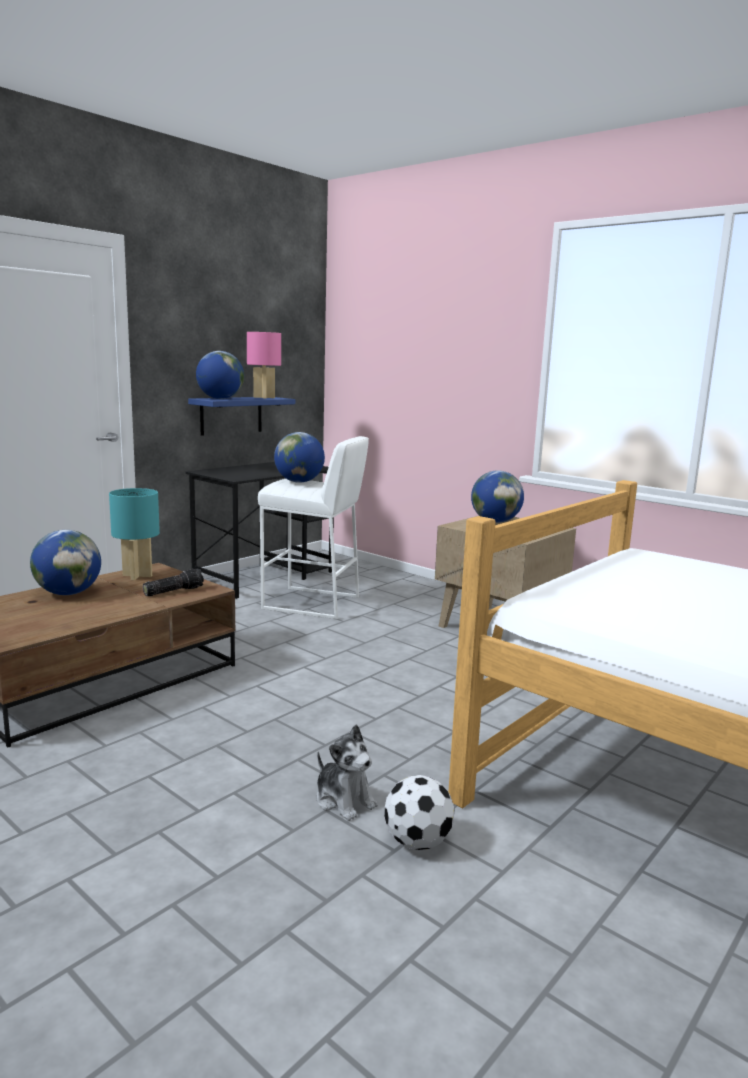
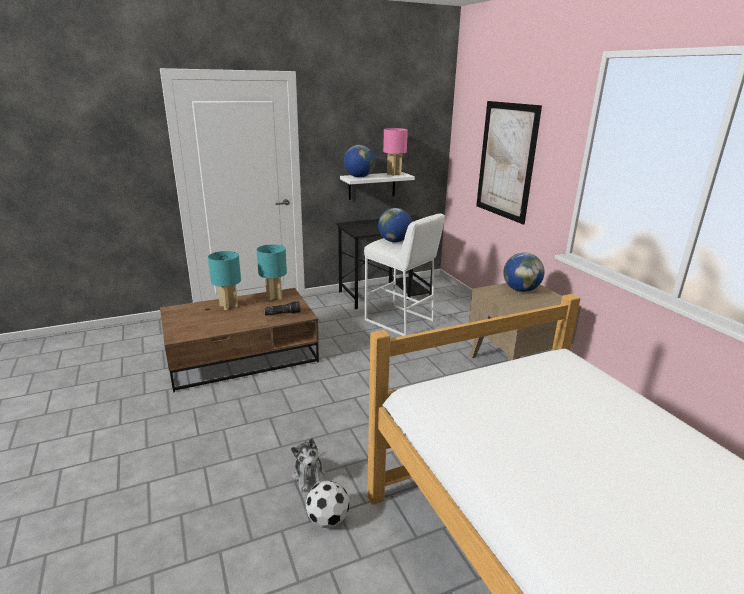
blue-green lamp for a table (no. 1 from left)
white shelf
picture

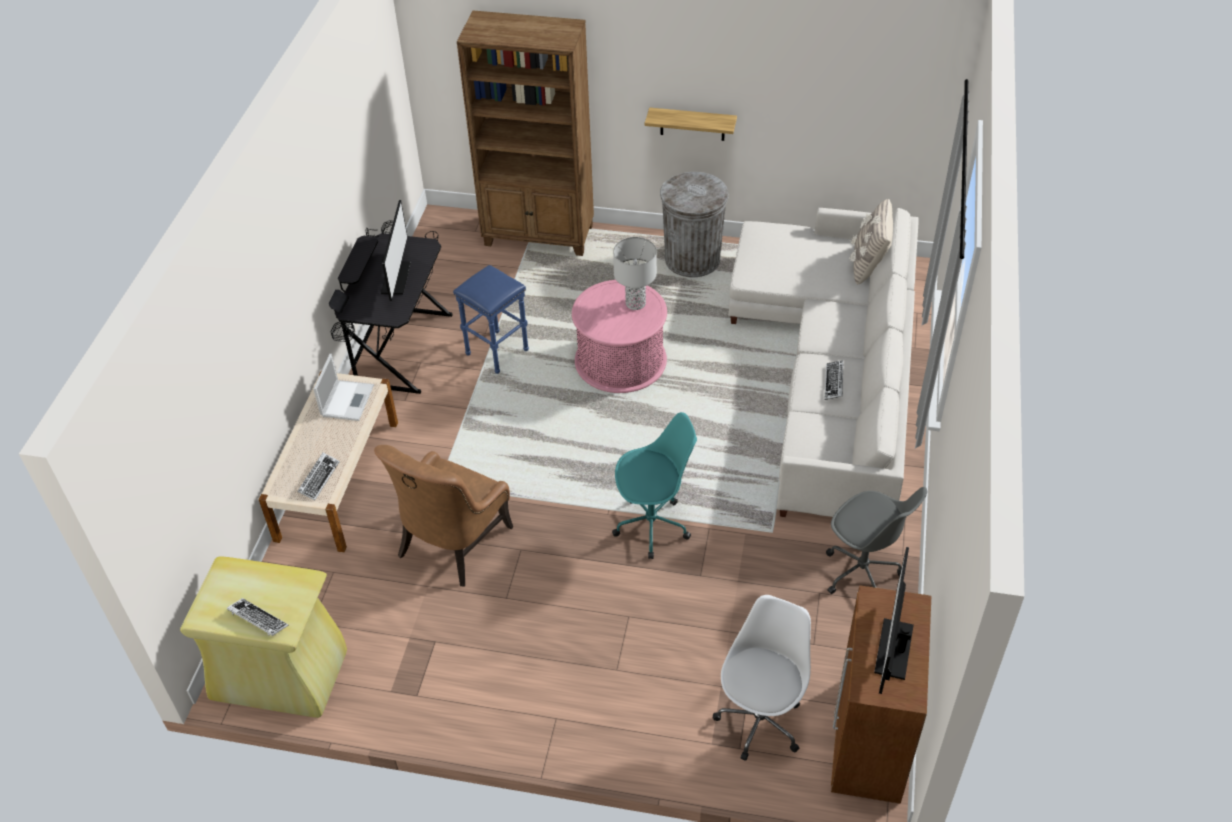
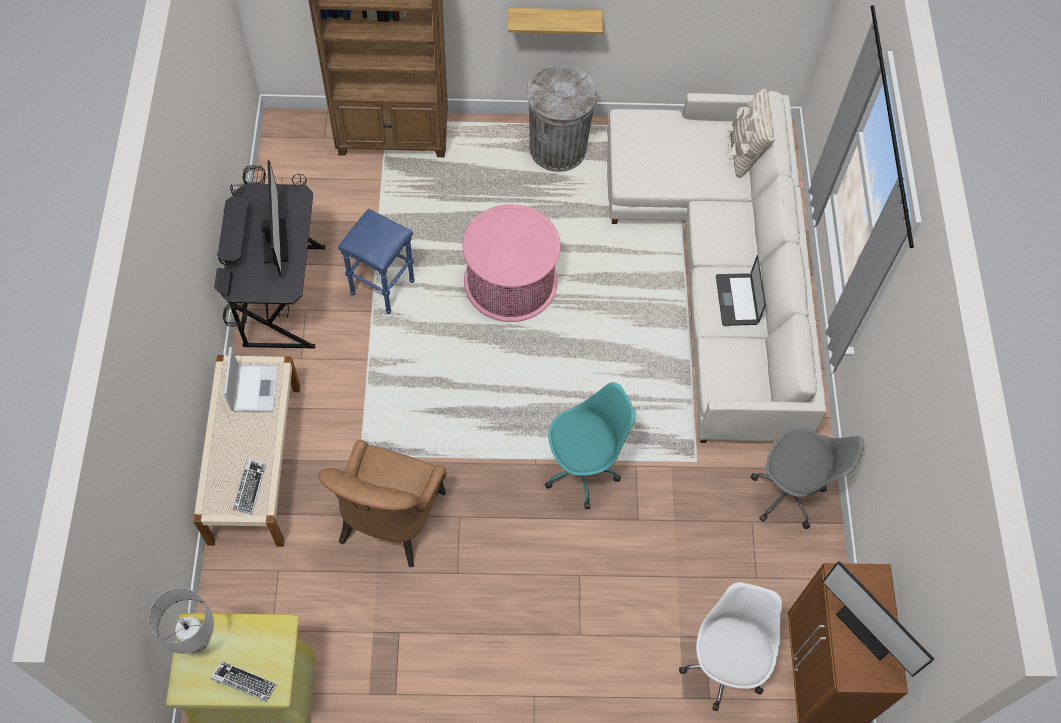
white lamp for a table
portable computer (no. 2 from left)
computer display (no. 2 from left)

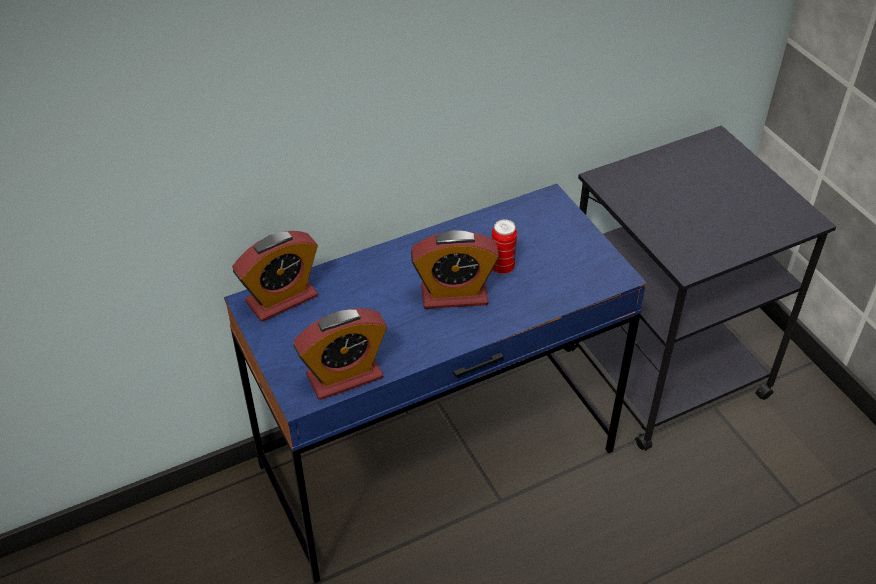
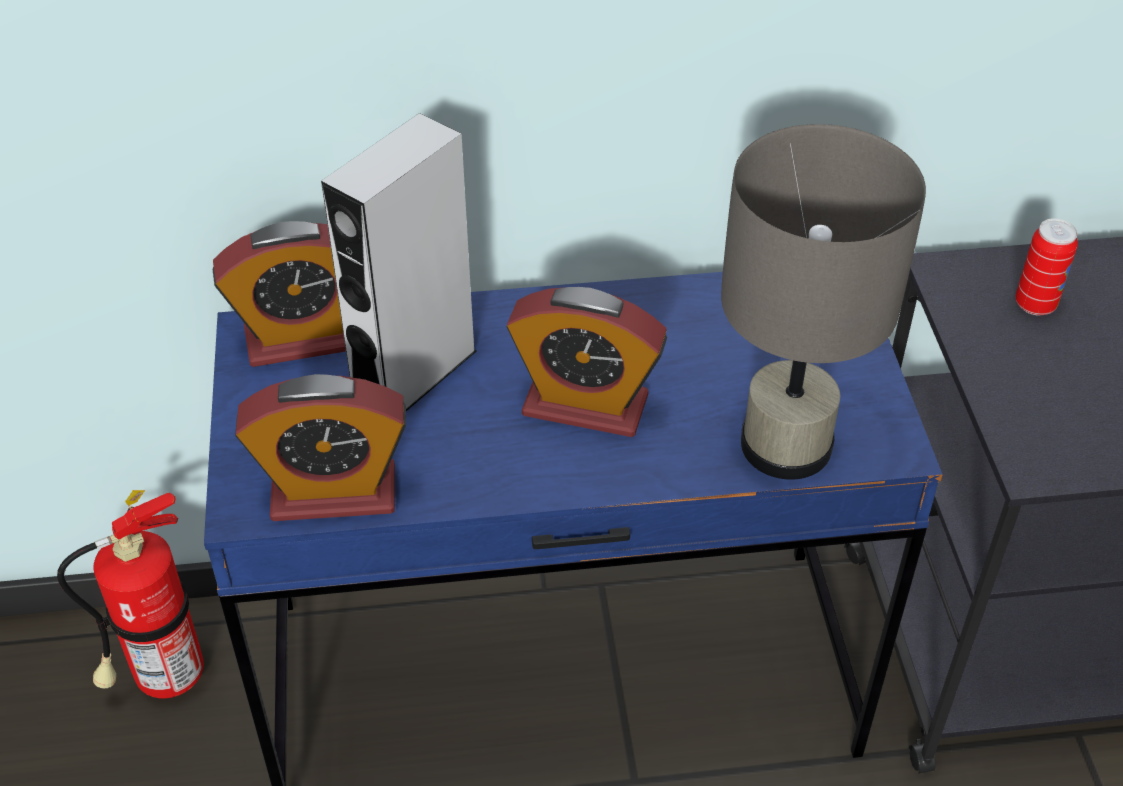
metal can
extinguisher
grey speaker
grey lamp for a table

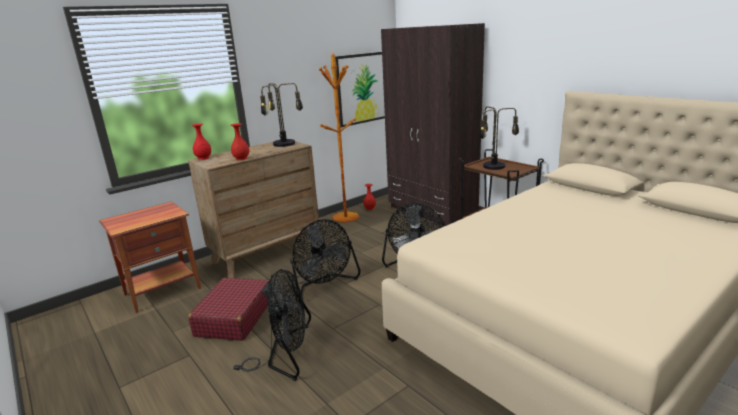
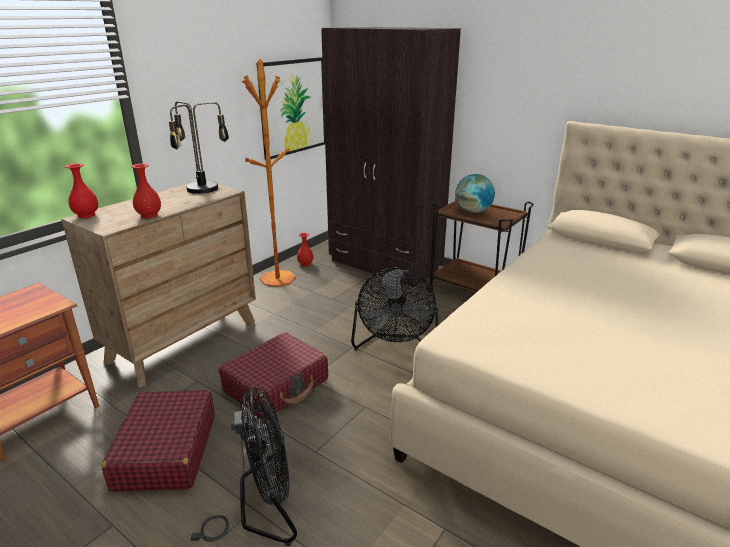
red suitcase (no. 2 from left)
globe

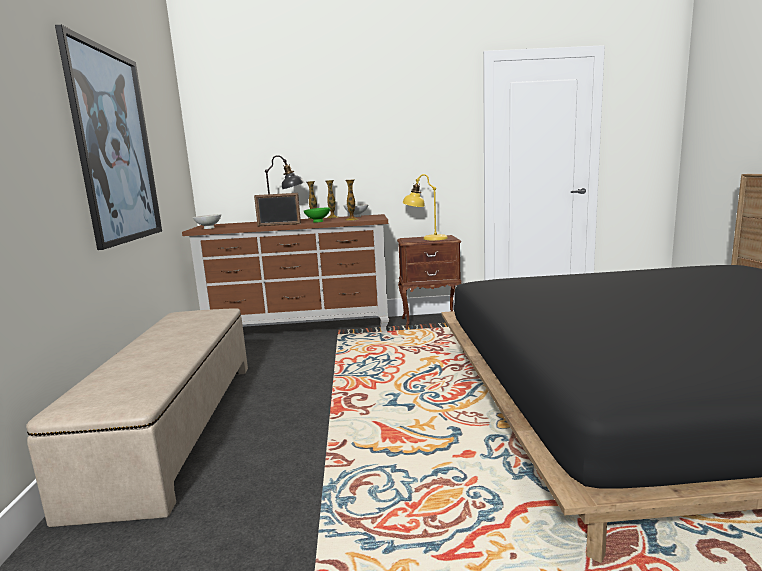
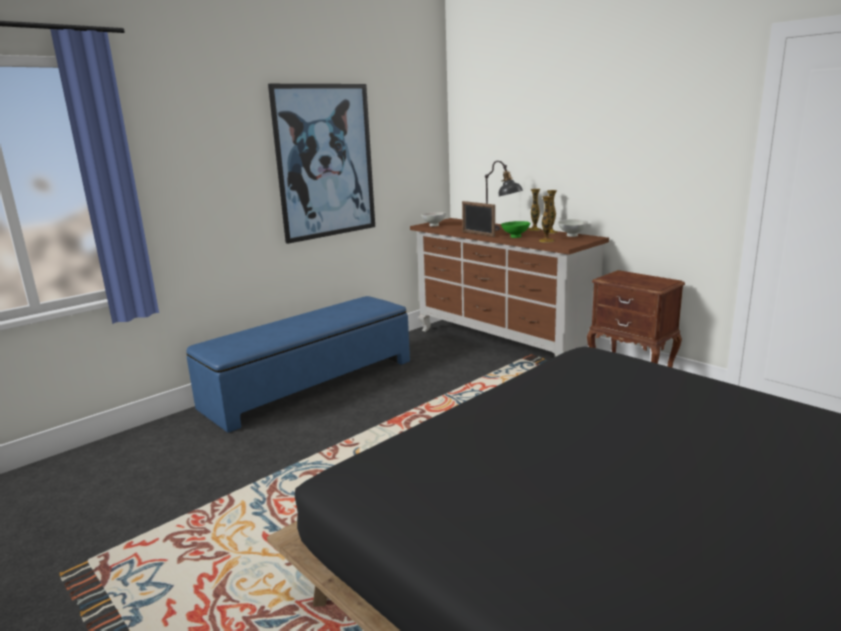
blue-coloured long seat
yellowish lamp for a table

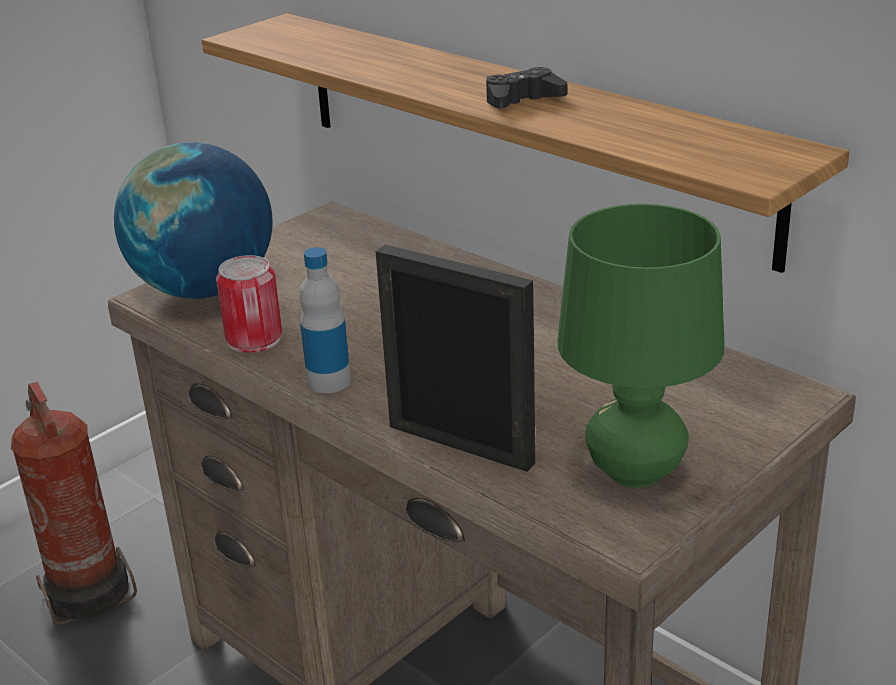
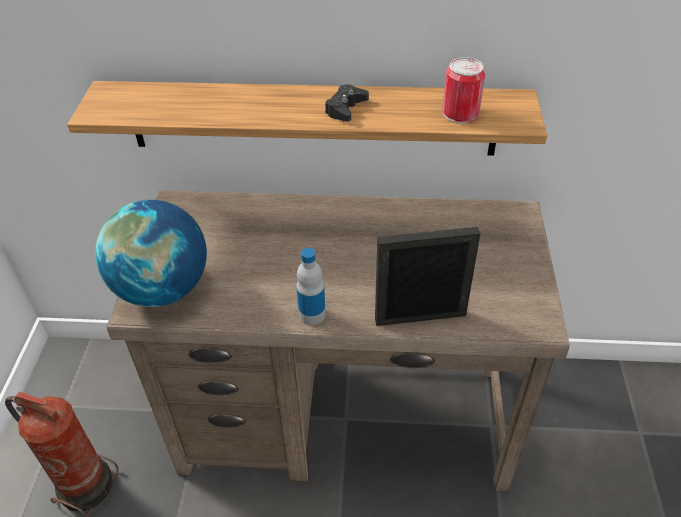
metal can
green-coloured lamp for a table

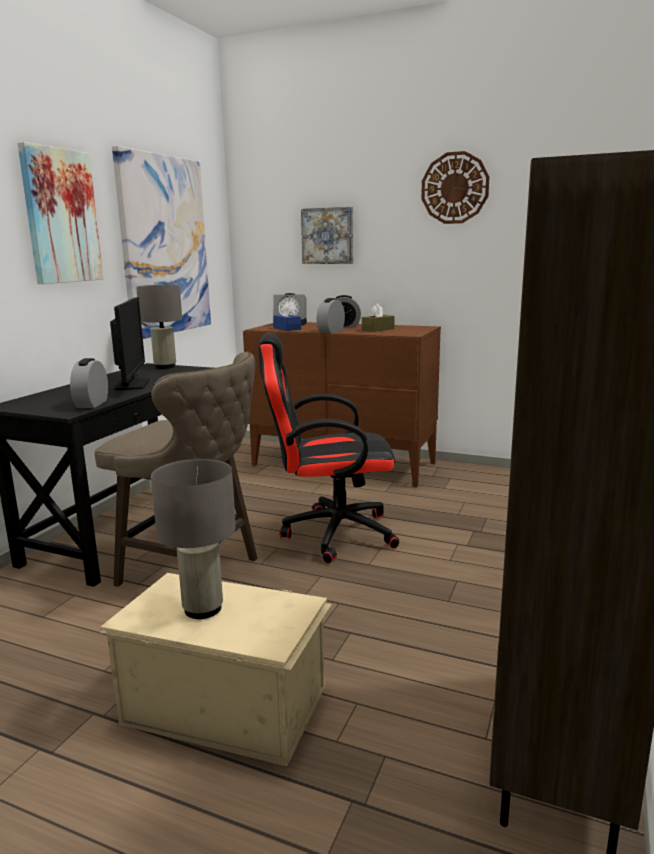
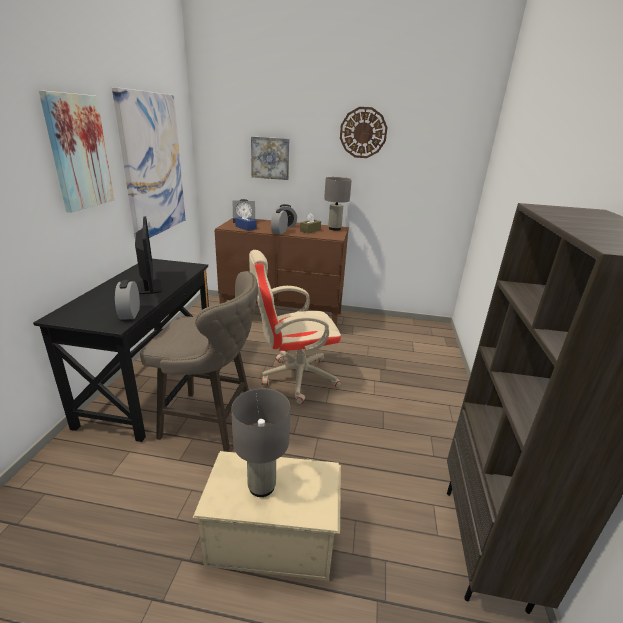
grey lamp for a table (no. 2 from left)
beige-coloured computer chair

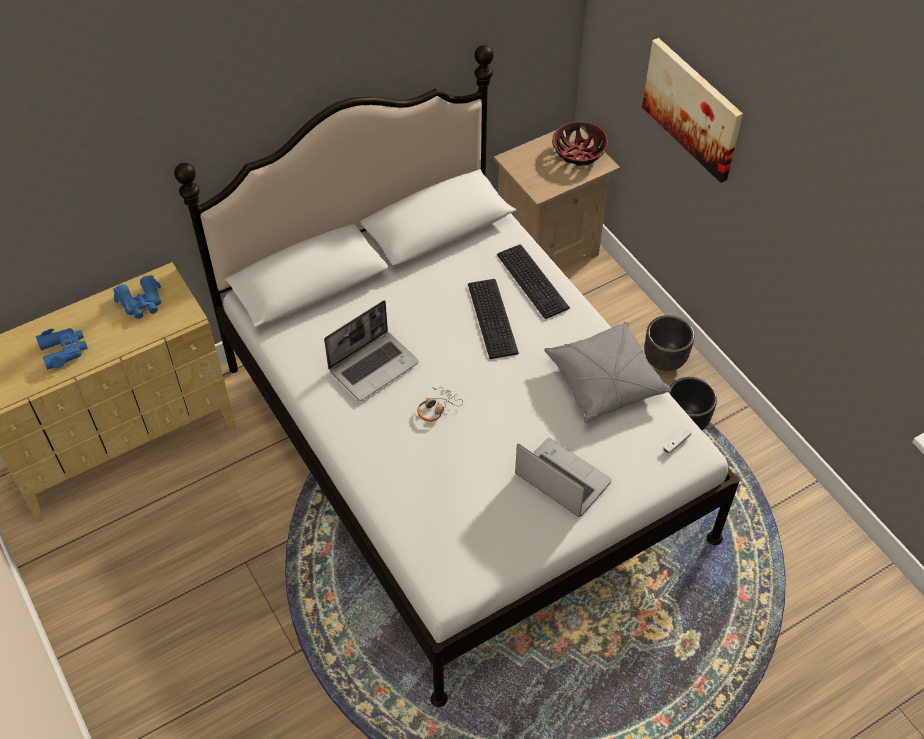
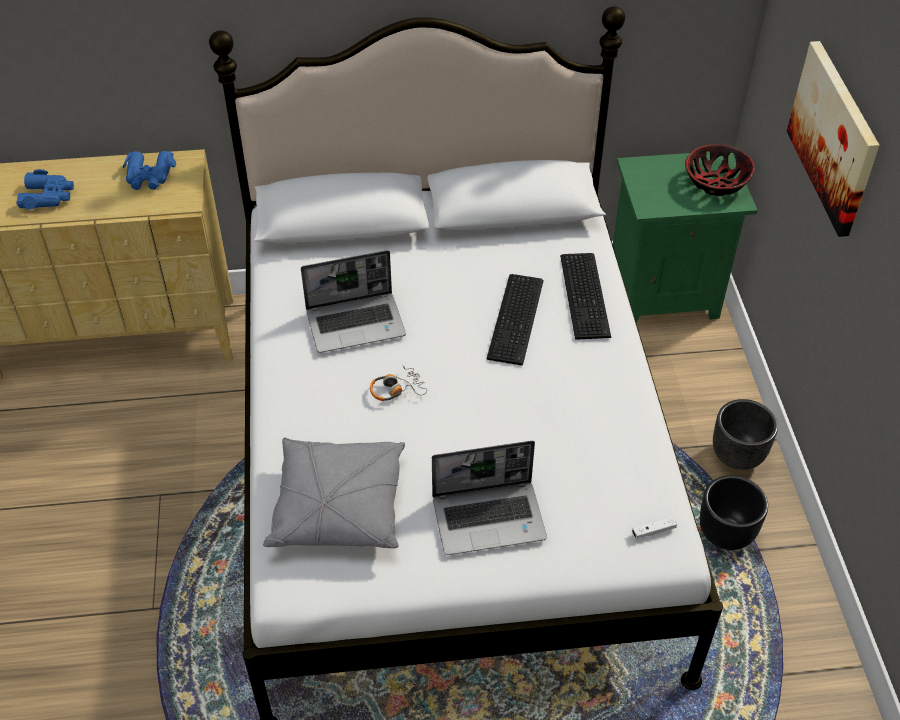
green-coloured bedside table
portable computer (no. 2 from left)
grey pillow

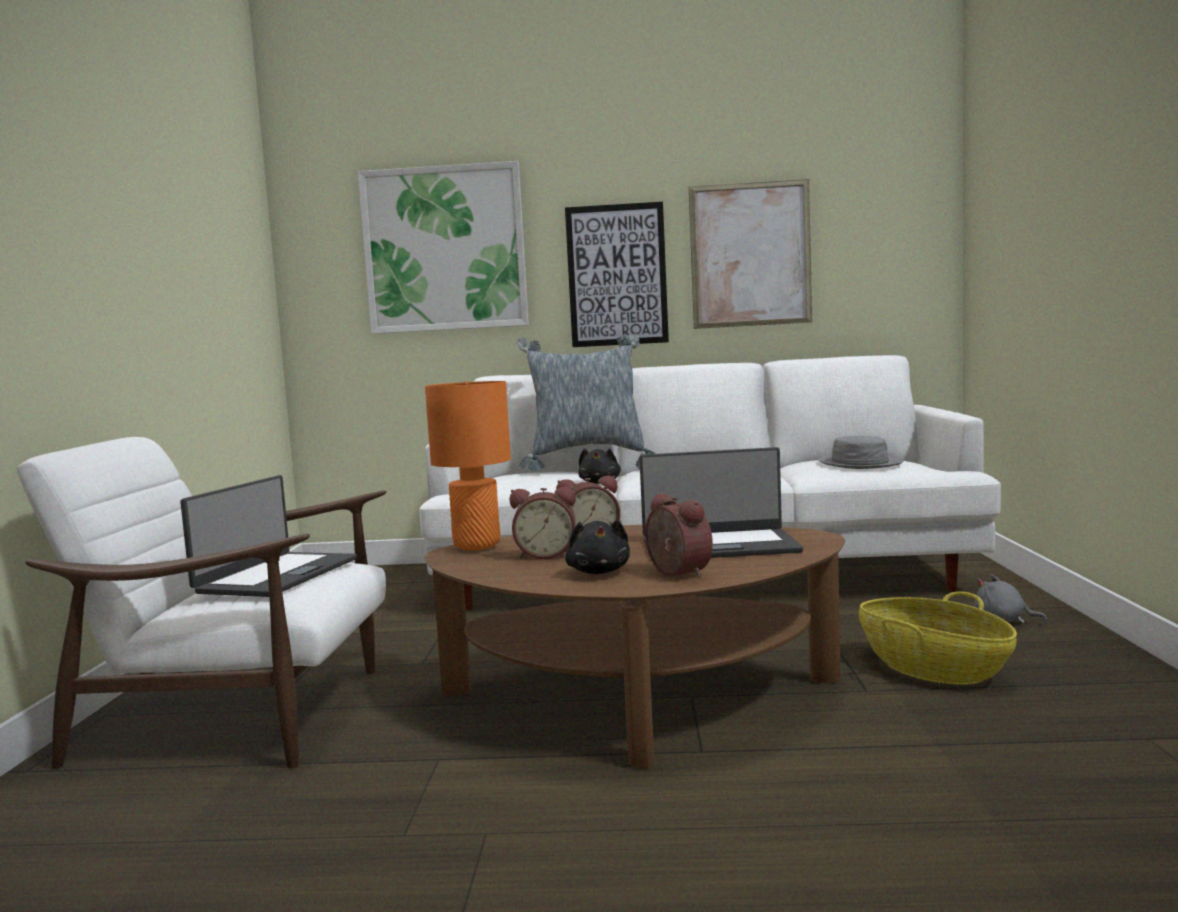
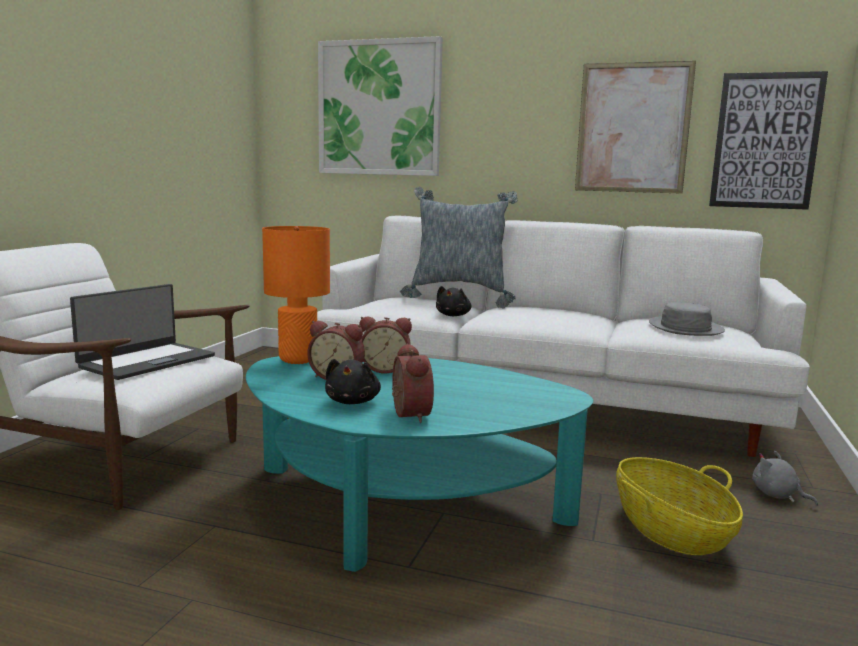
blue-green coffee table
picture (no. 3 from left)
portable computer (no. 2 from left in the first image)

